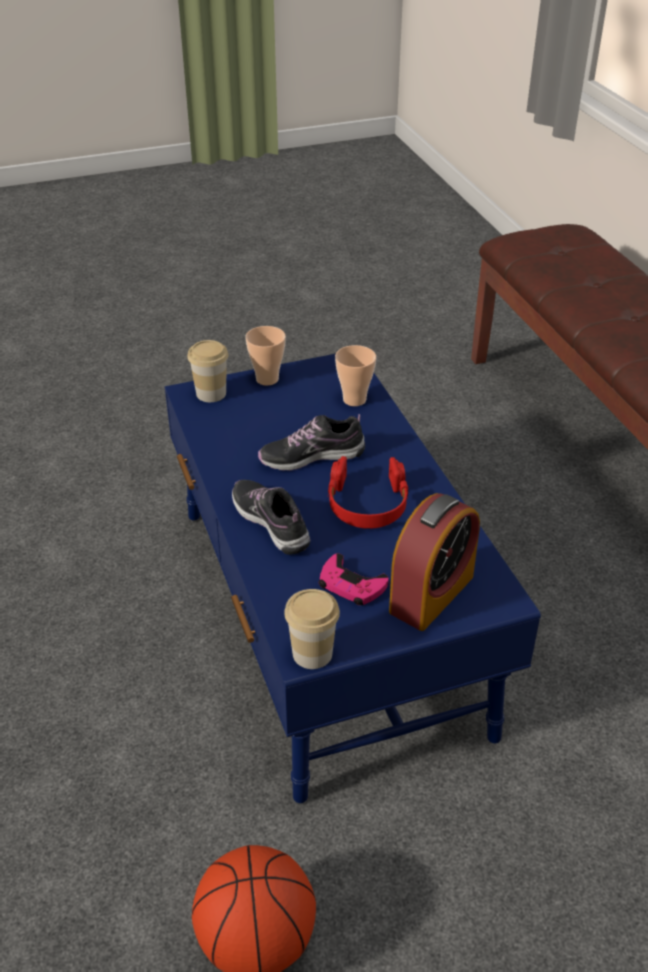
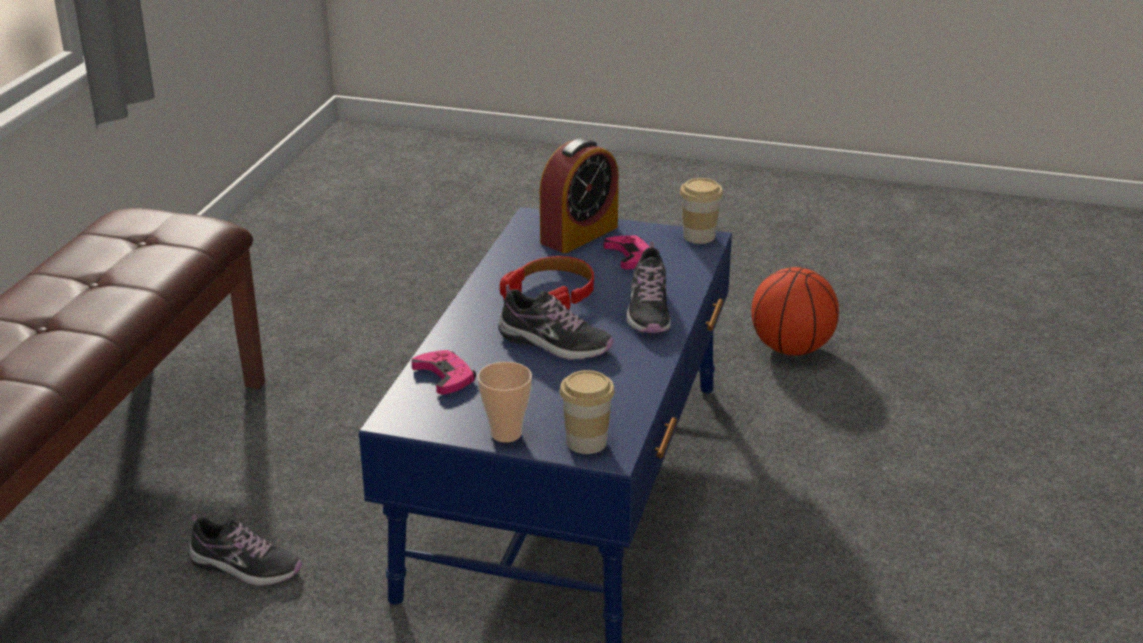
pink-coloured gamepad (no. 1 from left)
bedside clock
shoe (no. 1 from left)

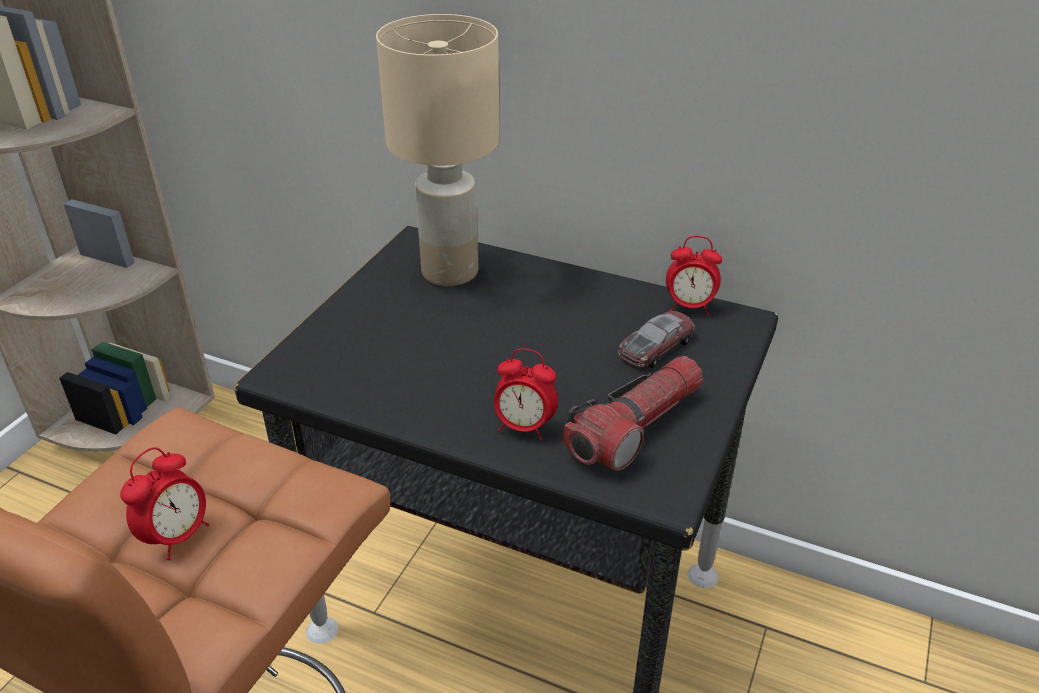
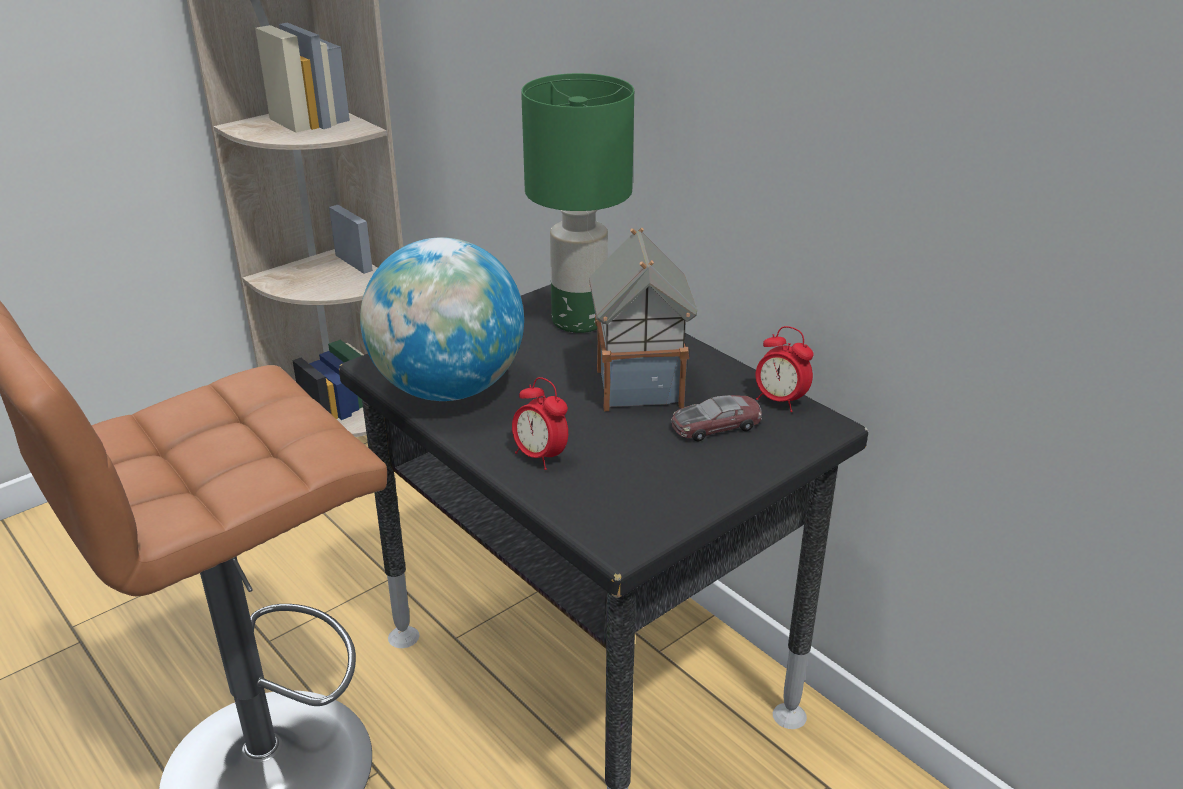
bedside clock (no. 1 from left in the first image)
green-coloured lamp for a table
flashlight
globe
model house

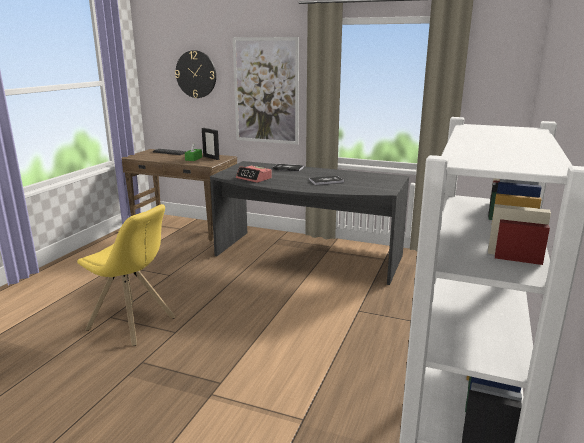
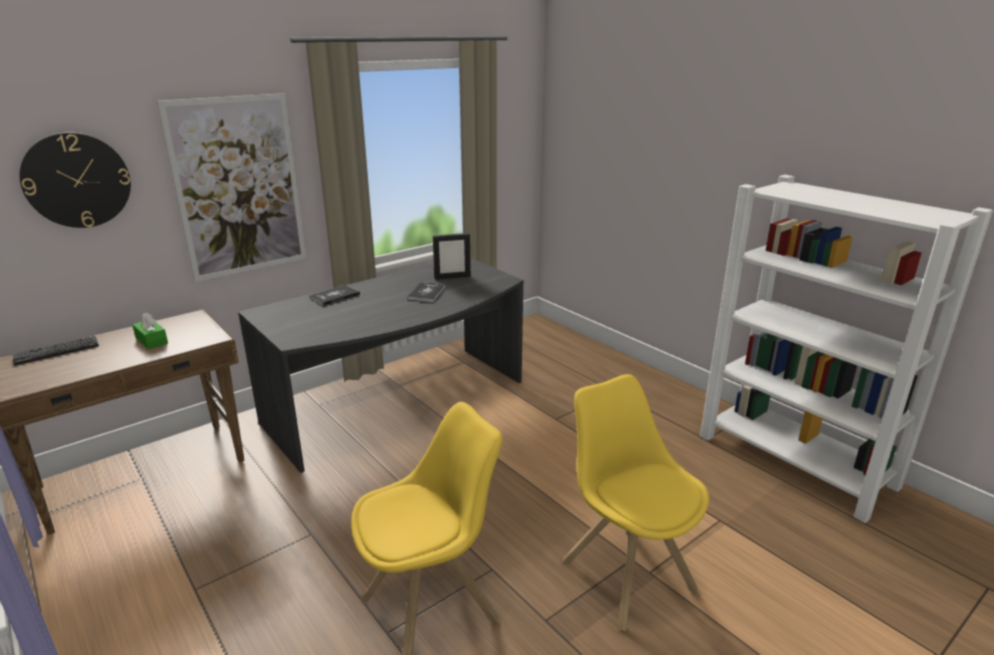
standing frame
bedside clock
yellowish upright chair (no. 2 from left)

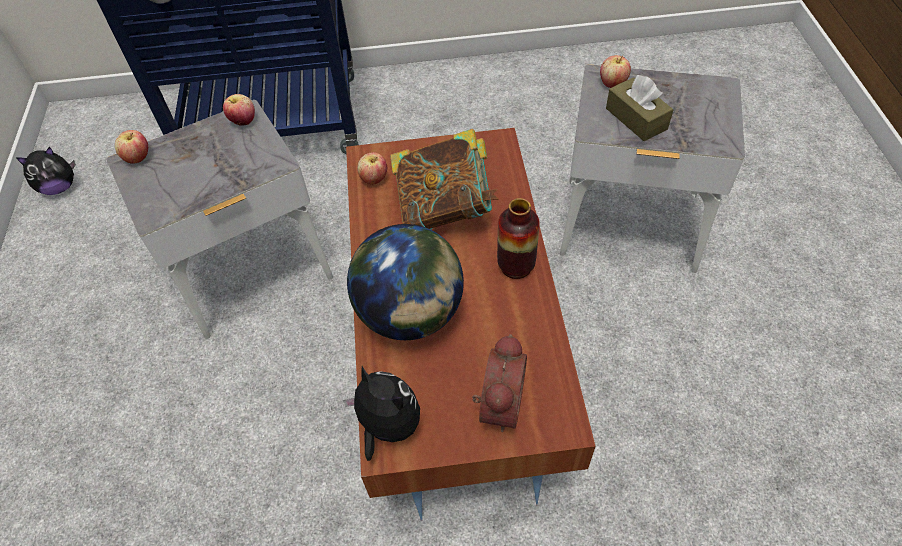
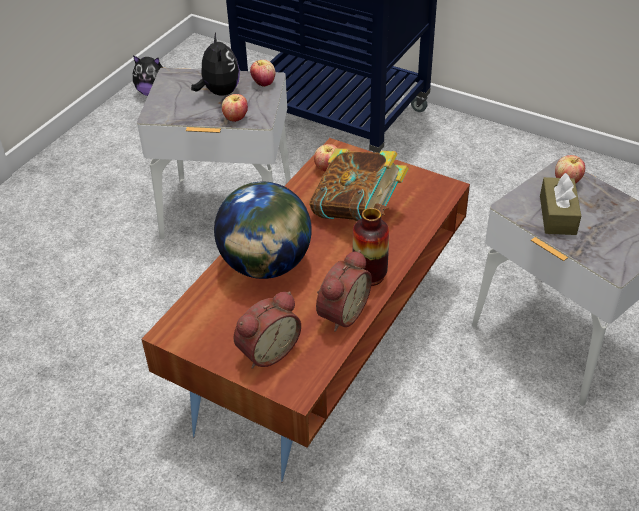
apple fruit (no. 1 from left)
cuddly toy (no. 2 from left)
bedside clock (no. 2 from left)

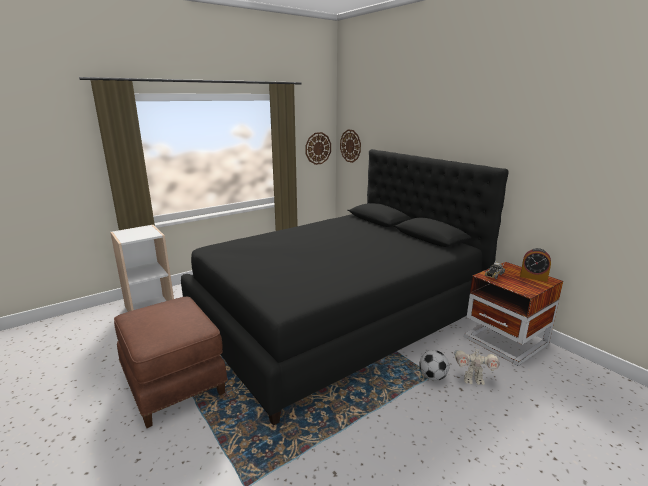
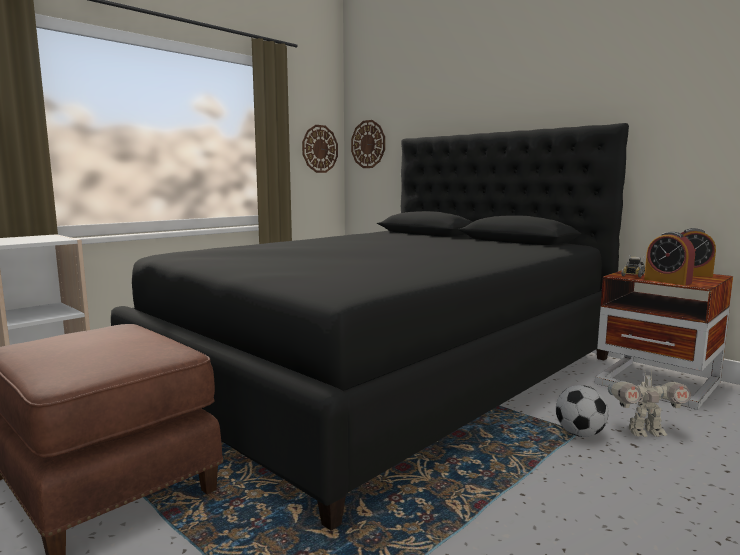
bedside clock (no. 1 from left)

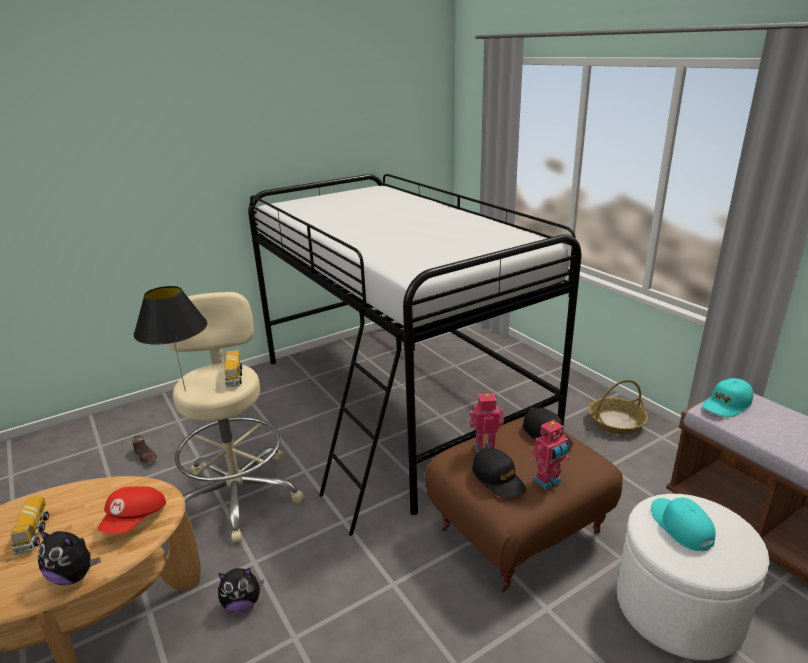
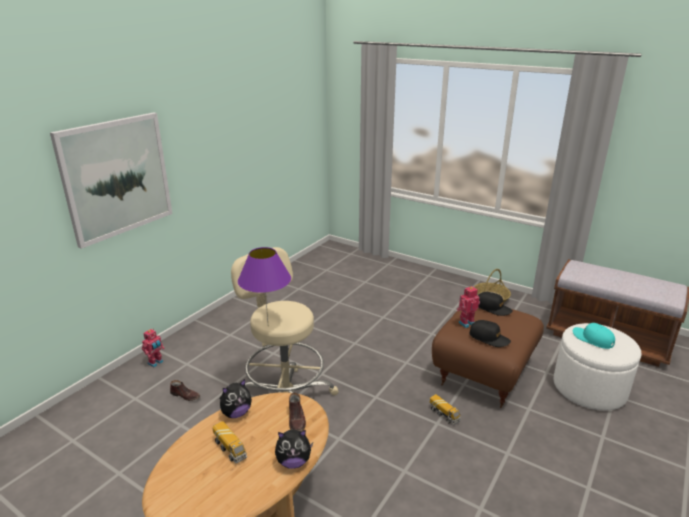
brown shoe (no. 2 from left)
purplish lamp for a table
cuddly toy (no. 1 from left)
toy truck (no. 2 from left)
black bedroom bed
toy robot (no. 1 from left)
blue-green peaked cap (no. 2 from left in the first image)
picture

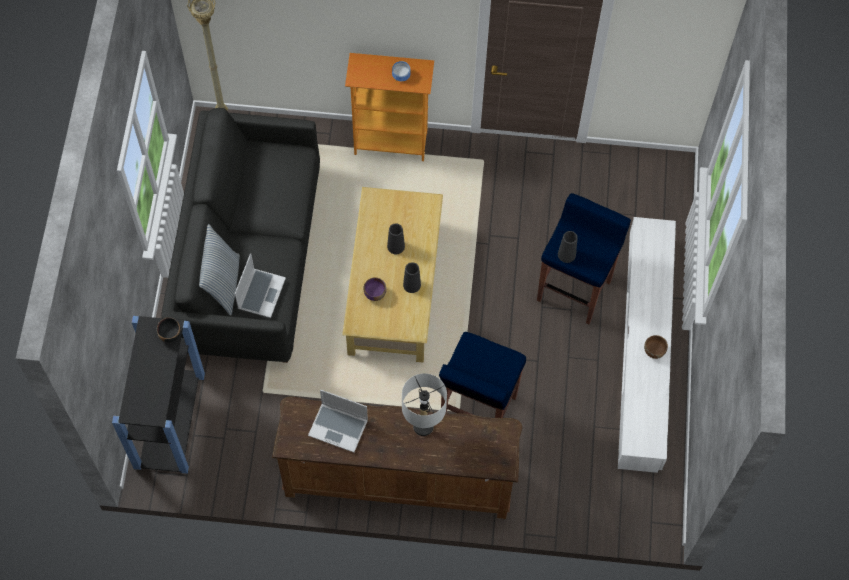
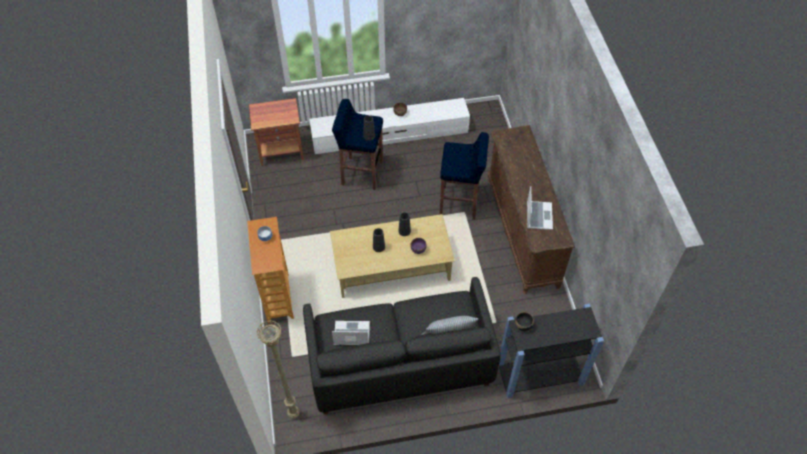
portable computer (no. 1 from left)
grey lamp for a table
bedside table

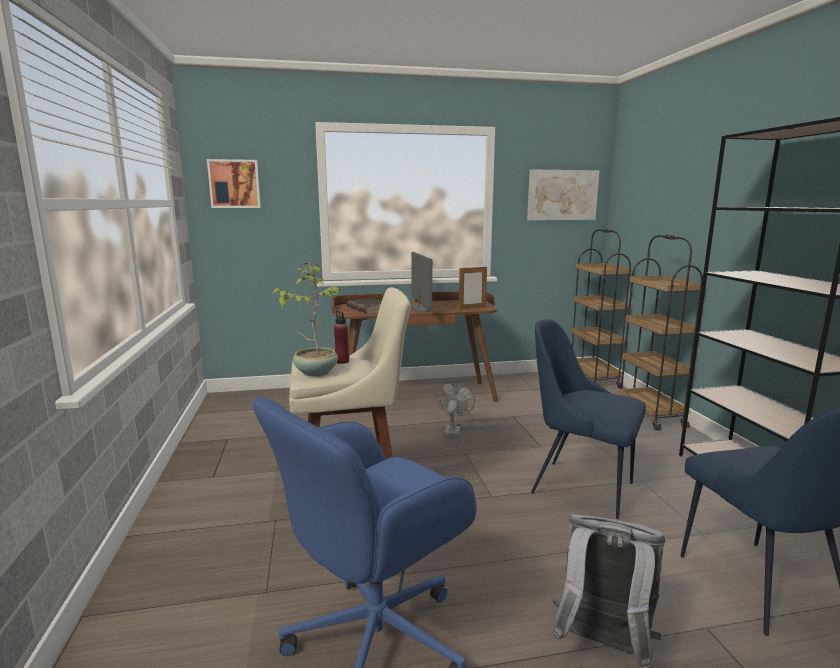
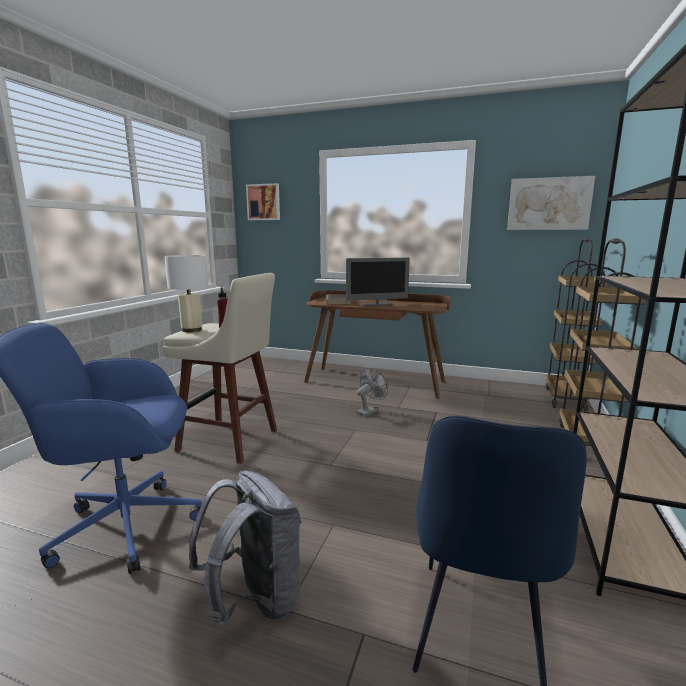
white lamp for a table
computer display
standing frame
blue-coloured upright chair (no. 1 from left in the first image)

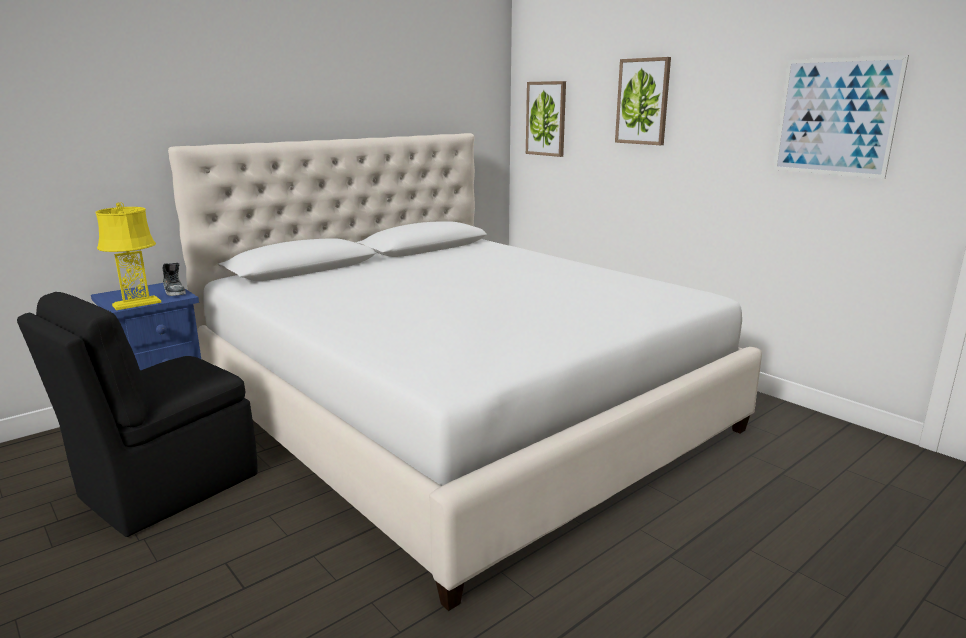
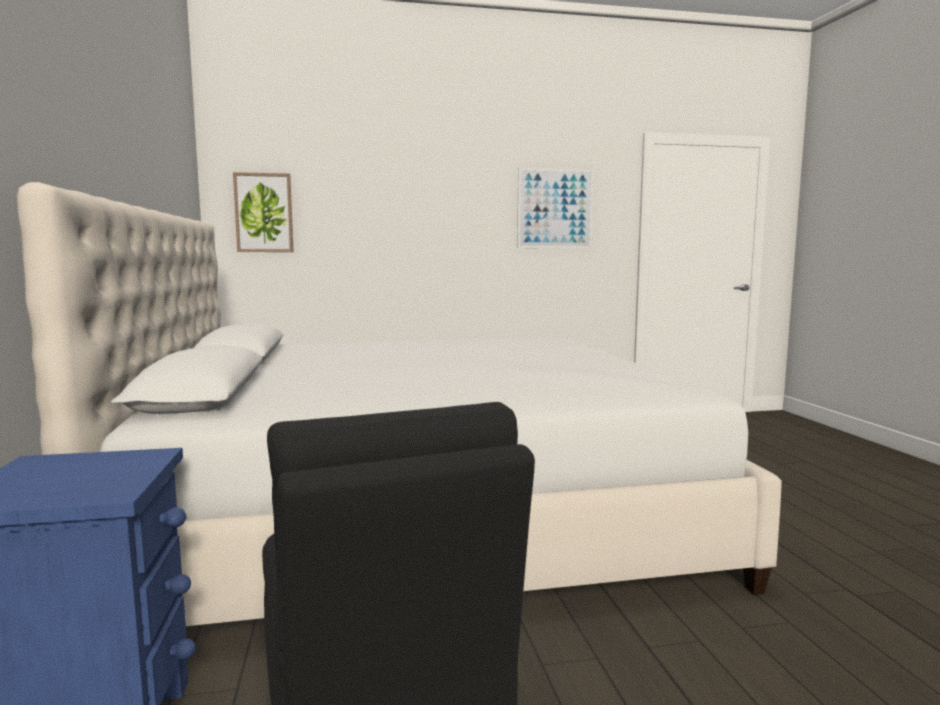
yellowish lamp for a table
shoe
picture (no. 2 from left in the first image)

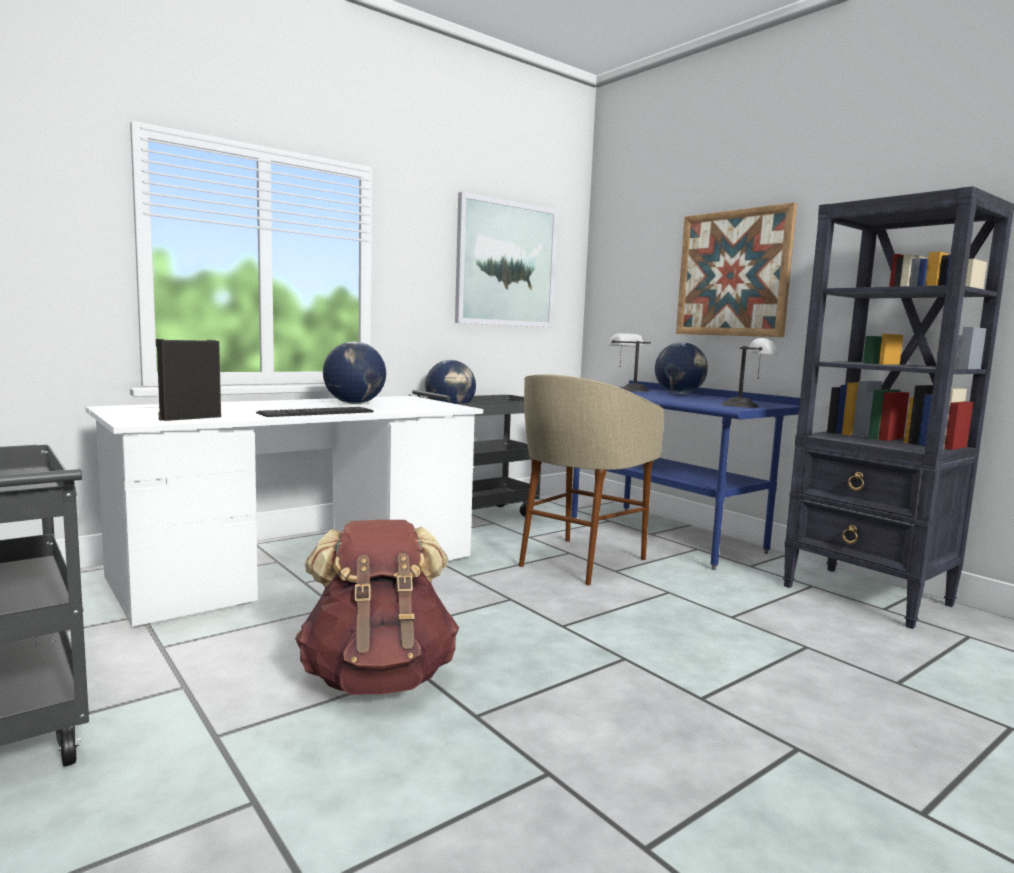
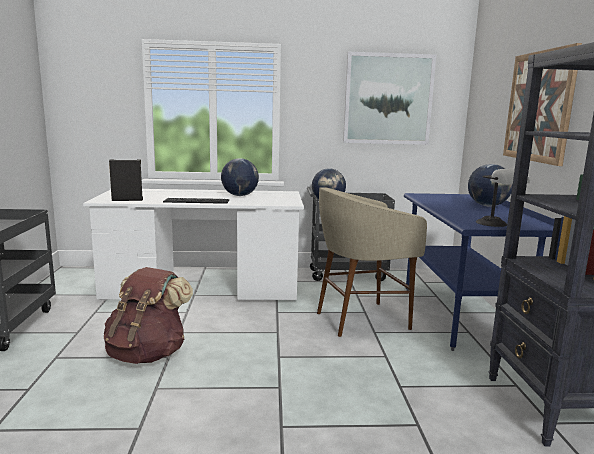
lamp for a table (no. 1 from left in the first image)

